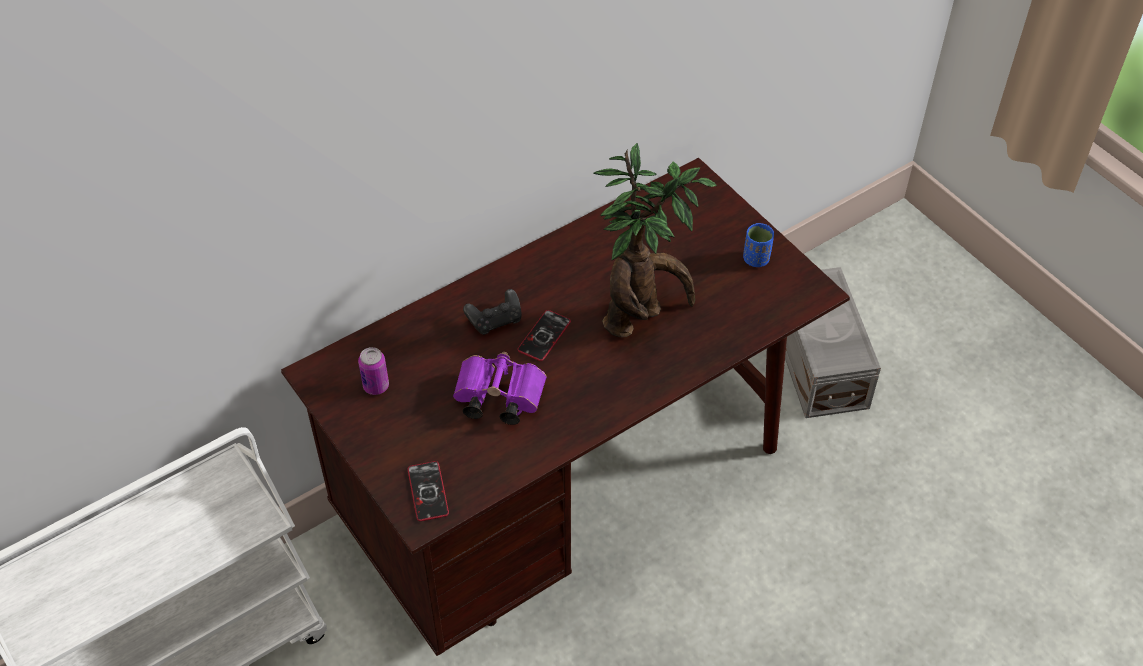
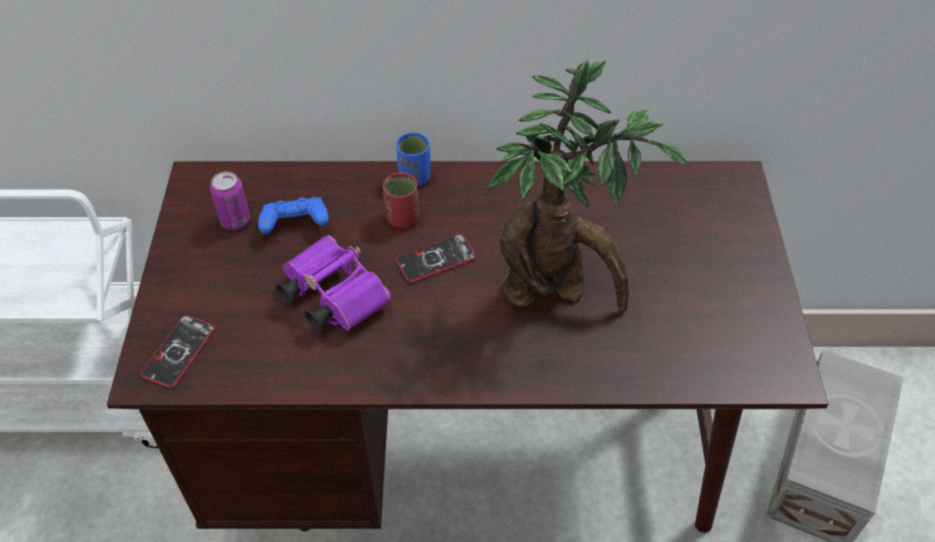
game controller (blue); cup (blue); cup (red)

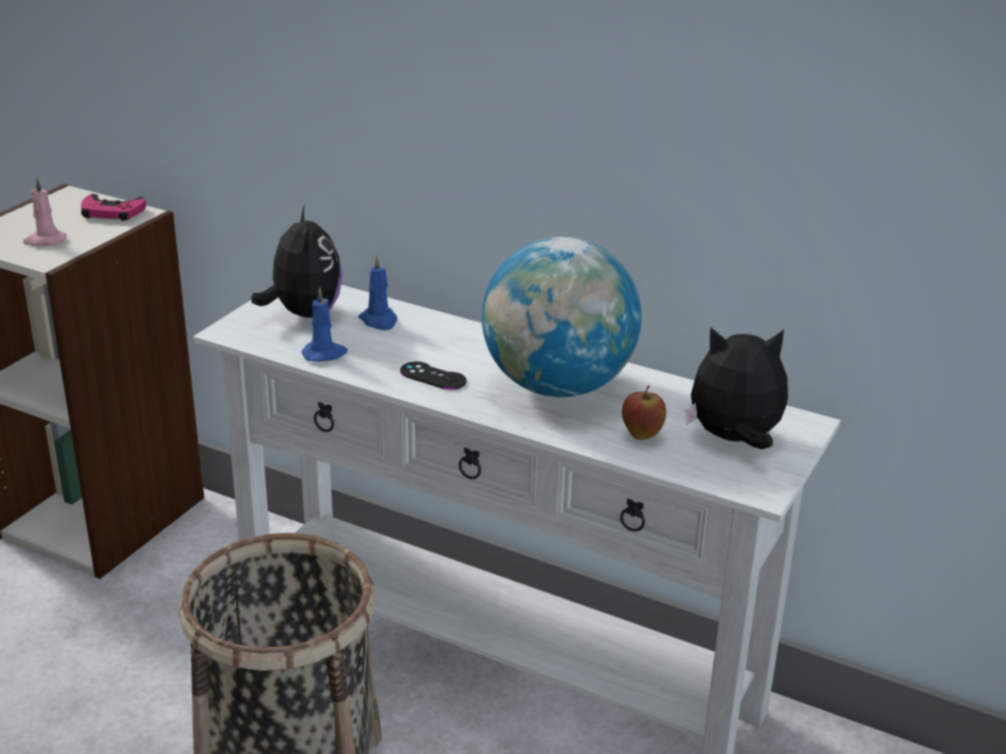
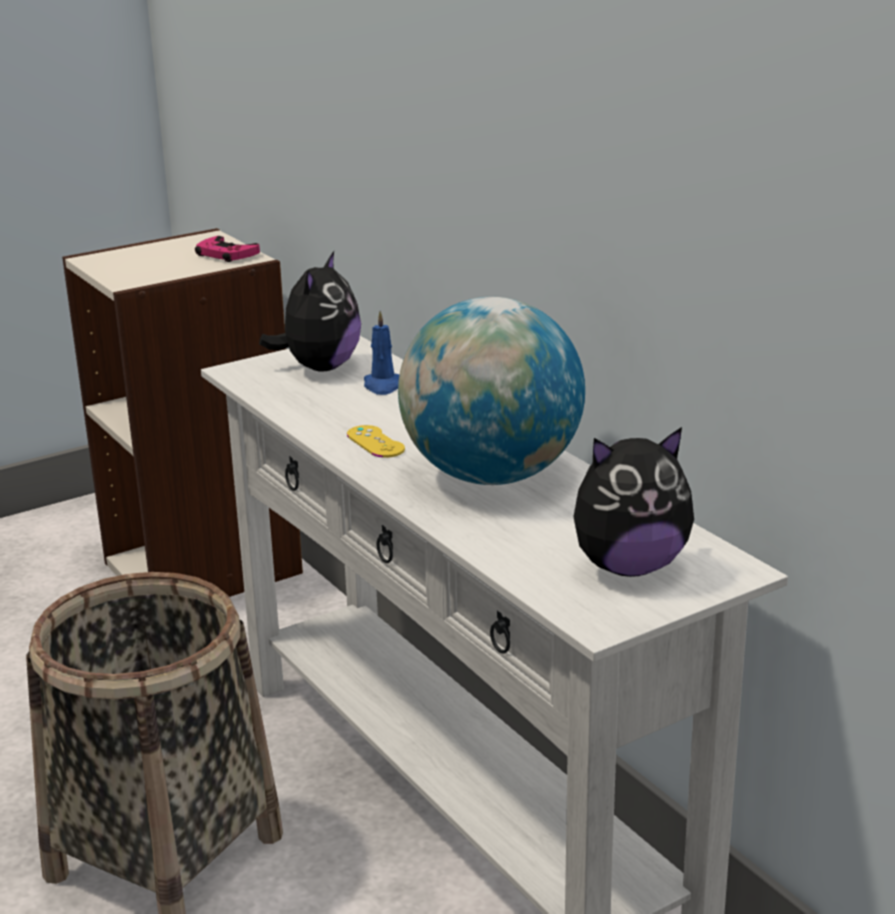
candle (pink); candle (blue) (no. 1 from left in the first image); apple; game controller (yellow); plush toy (no. 2 from left)

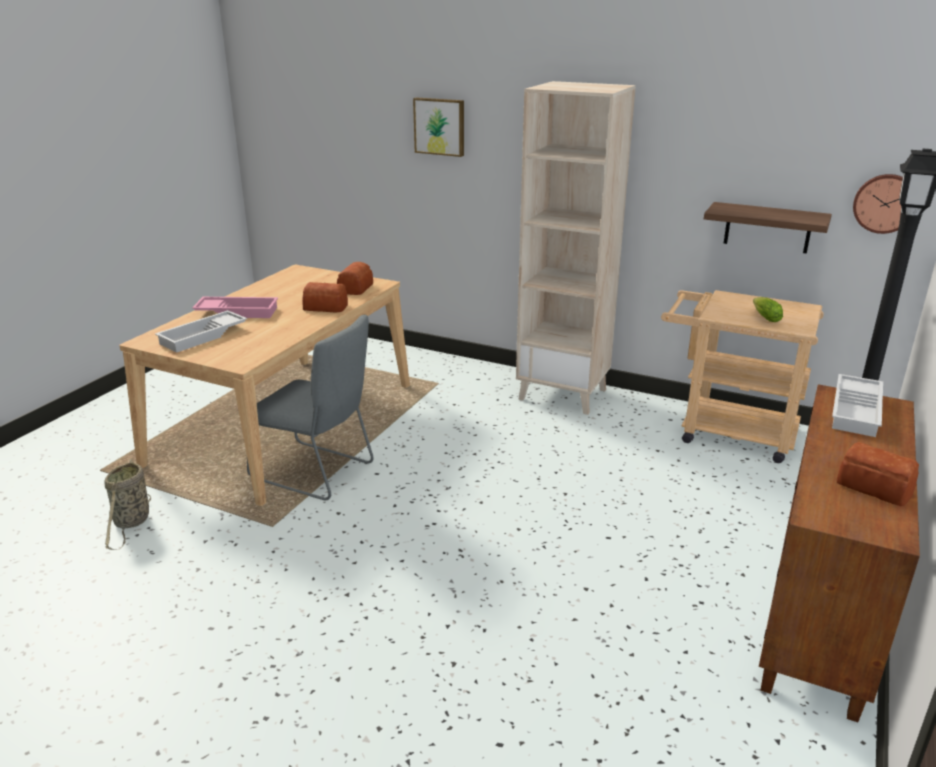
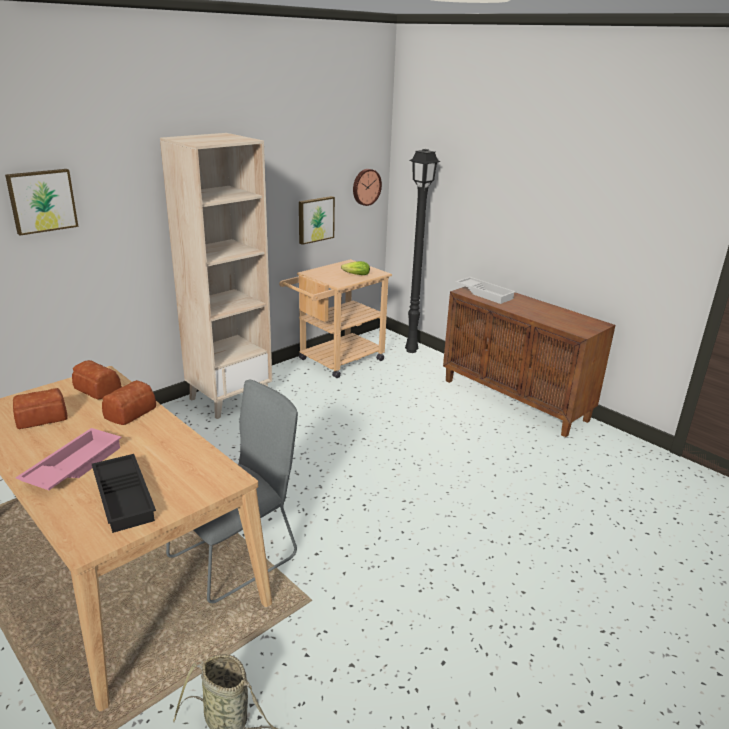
bread (no. 1 from left); picture (no. 2 from left); tray (black)

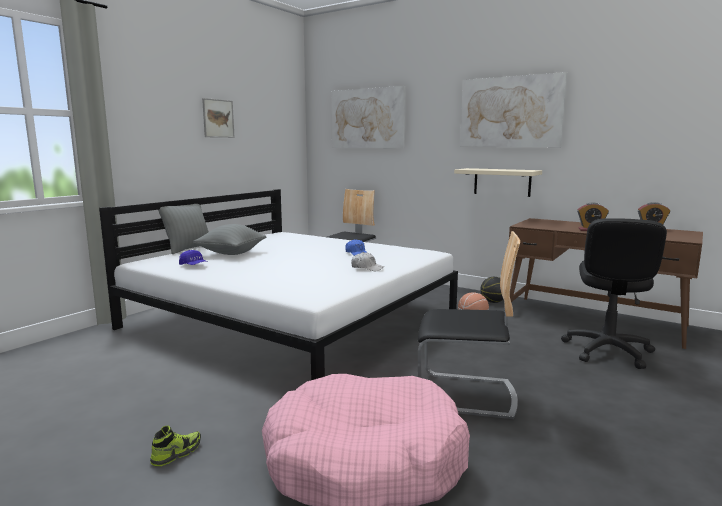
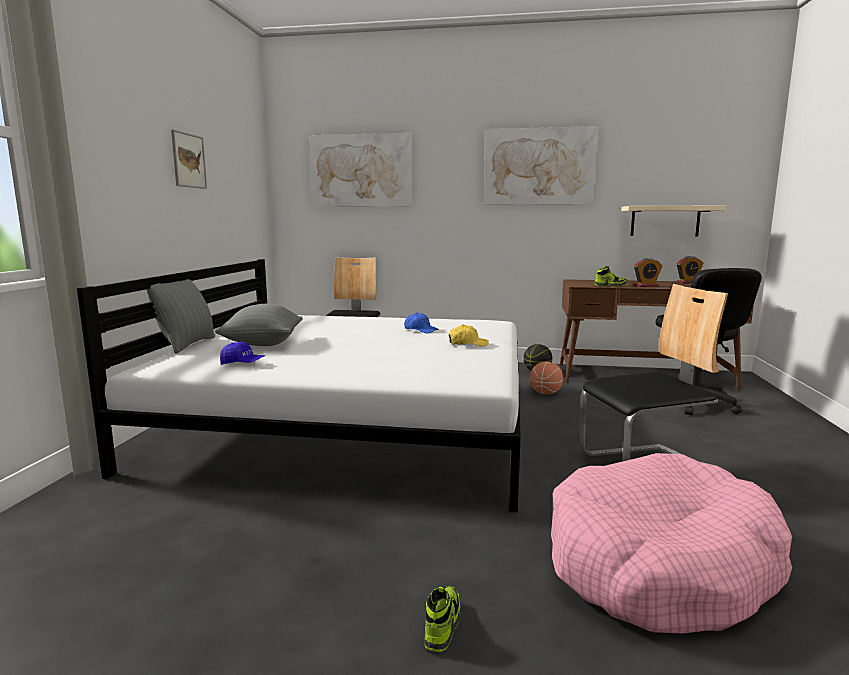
shoe (no. 2 from left); shelf (beige); cap (yellow)

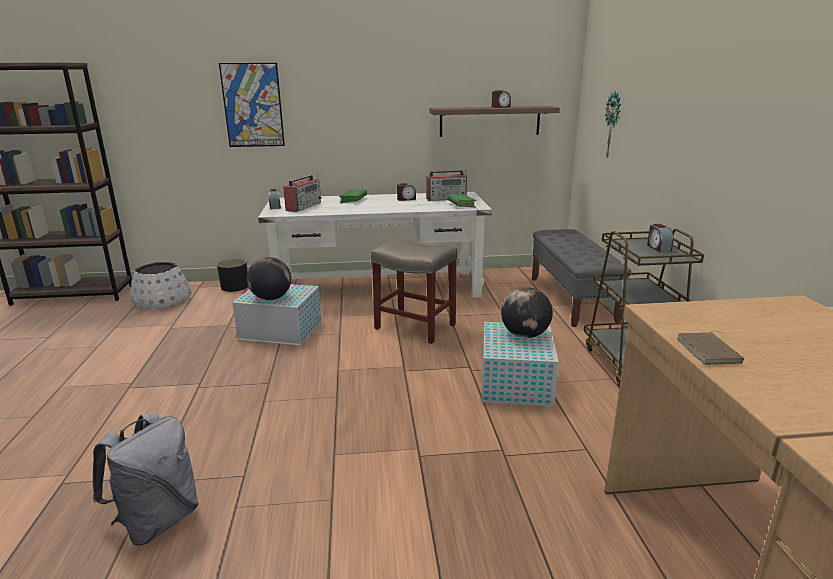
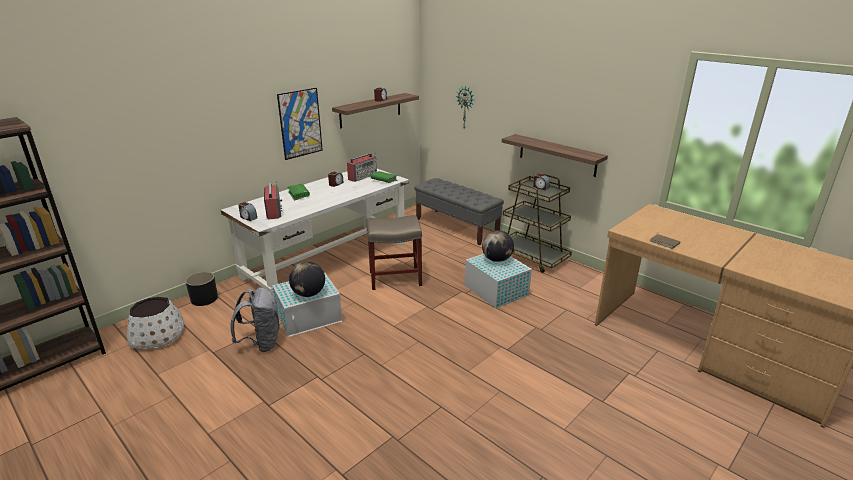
shelf (no. 2 from left); backpack (grey); picture

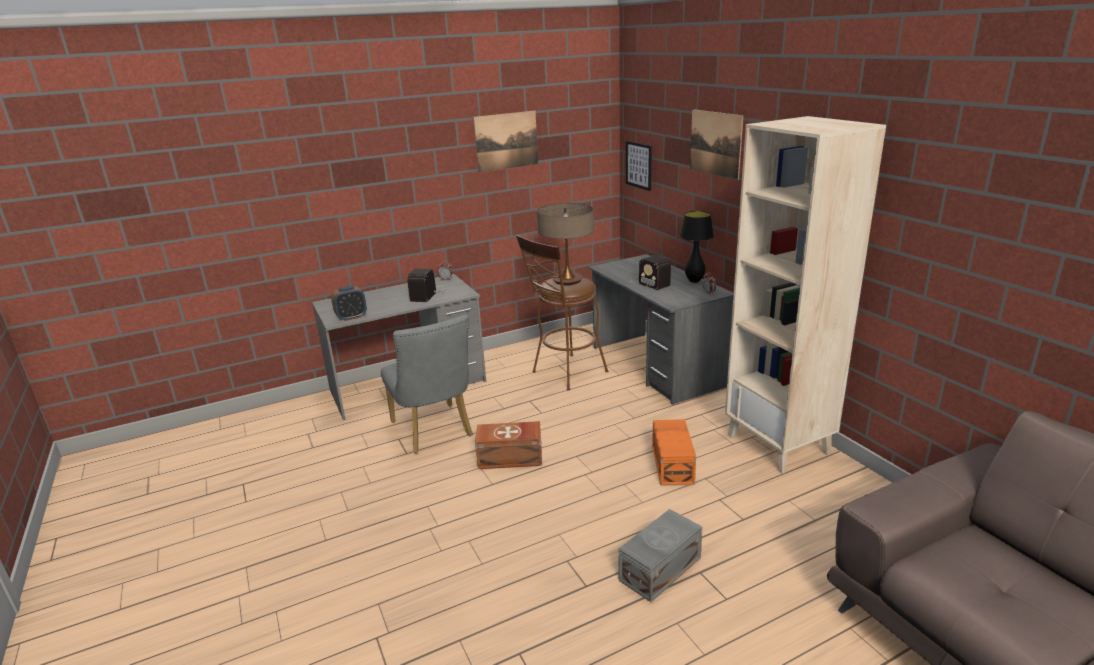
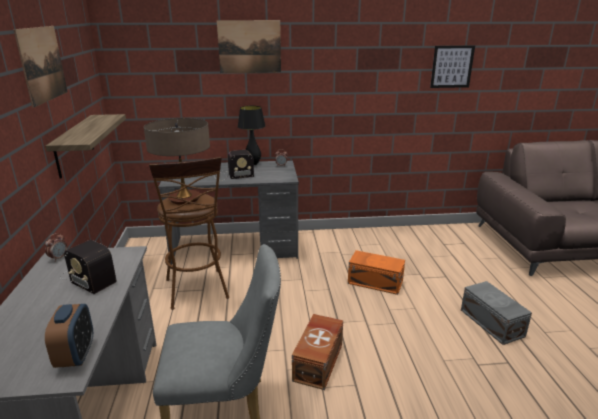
bookcase (beige); shelf; picture (no. 3 from left)

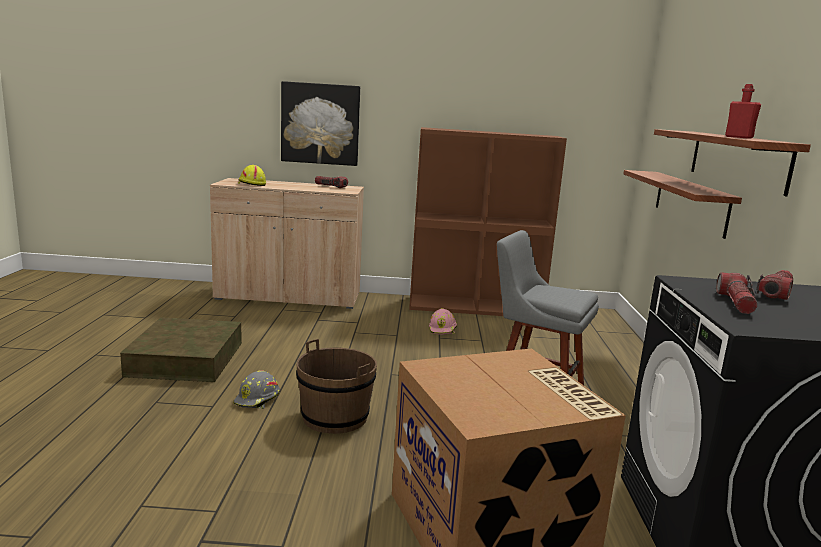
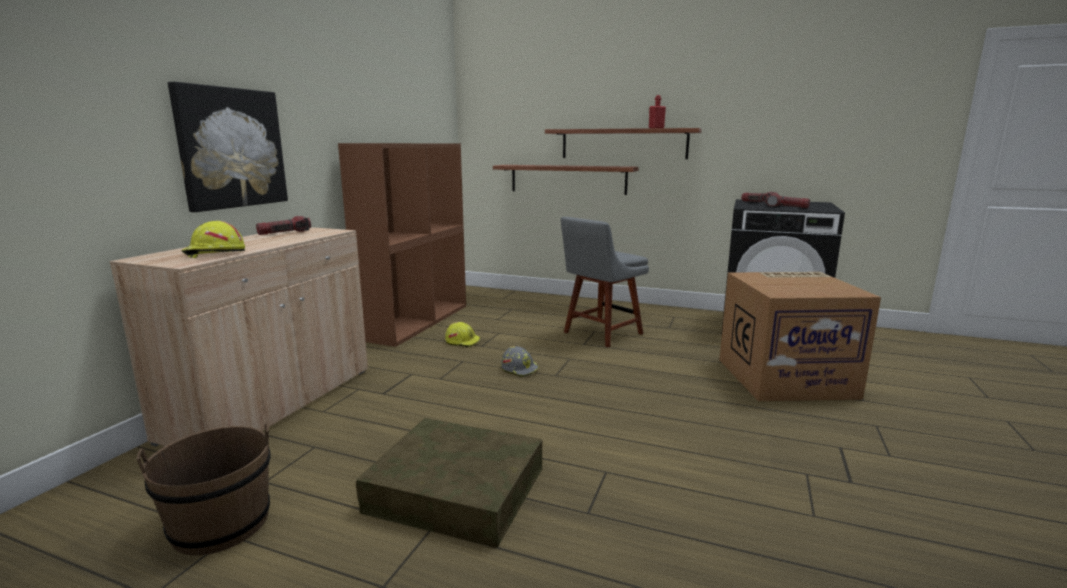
hard hat (grey); bucket (brown); hard hat (yellow) (no. 2 from left)

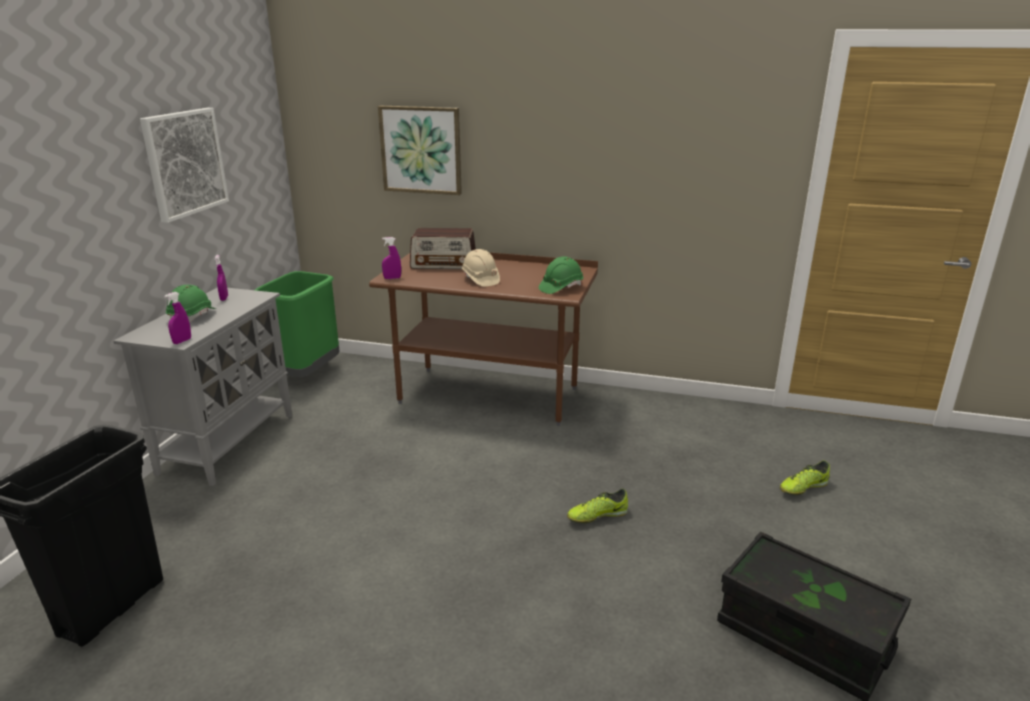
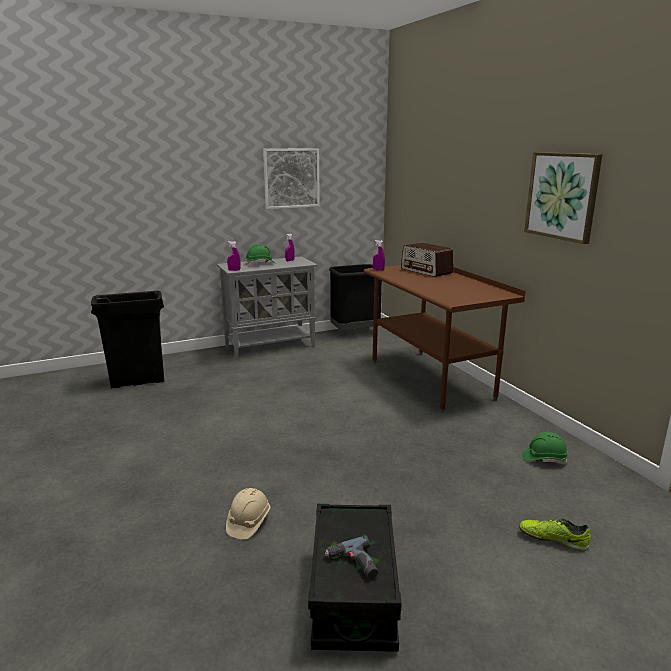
shoe (no. 1 from left in the first image); power drill; picture (no. 2 from left); hard hat (beige); hard hat (green) (no. 2 from left); trash can (black) (no. 2 from left)

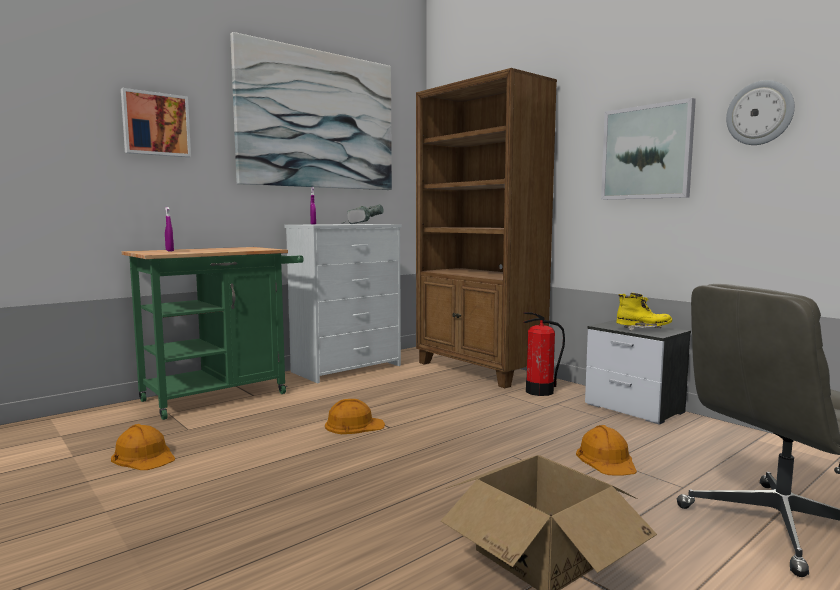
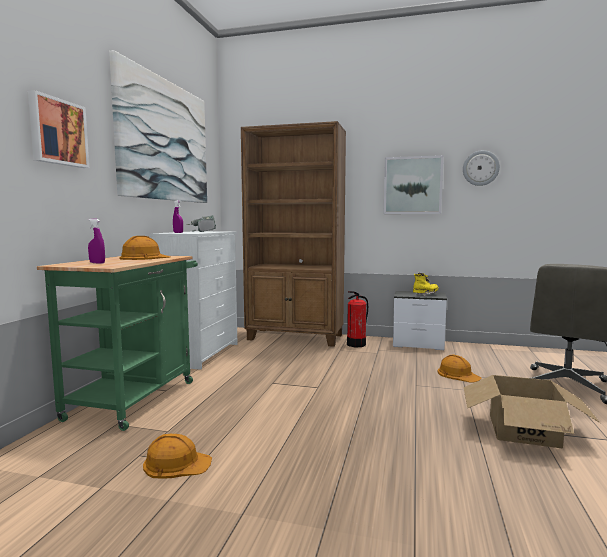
hard hat (orange) (no. 1 from left)

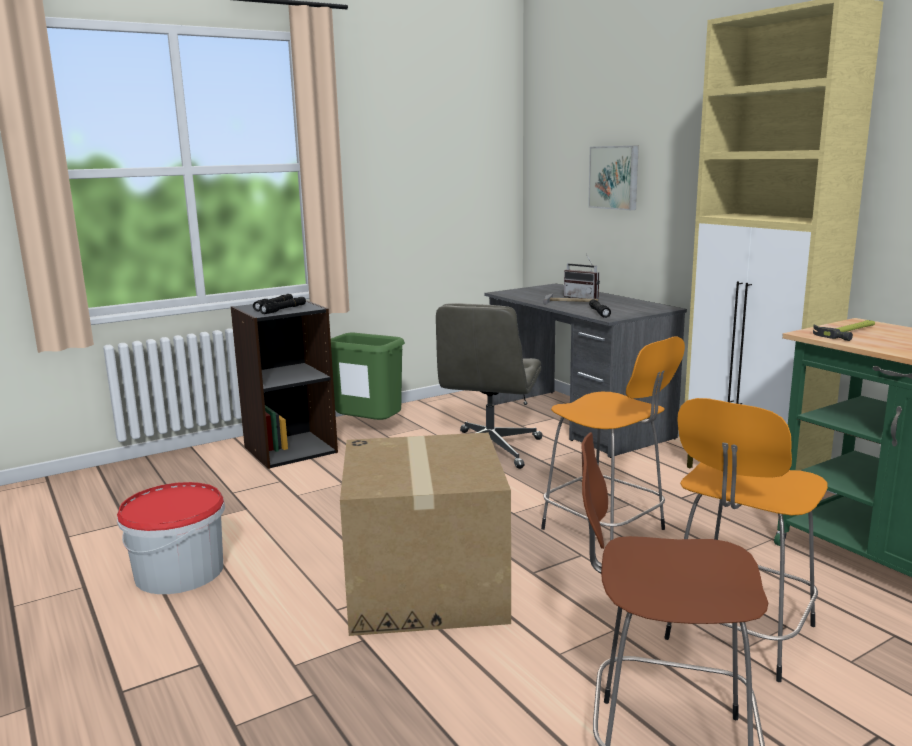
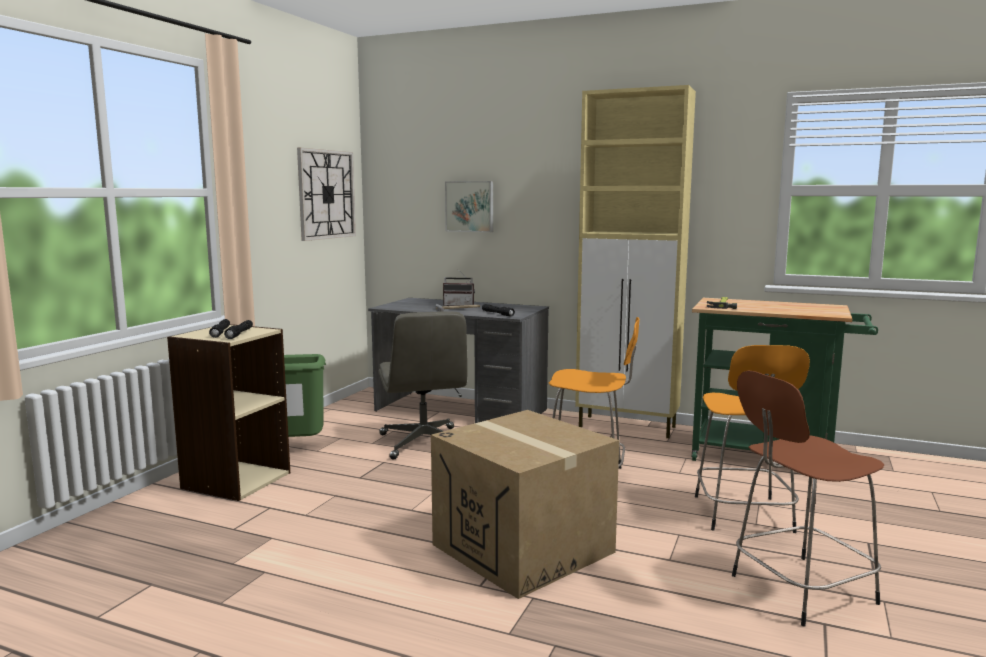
bucket; wall clock; bookcase (beige)

